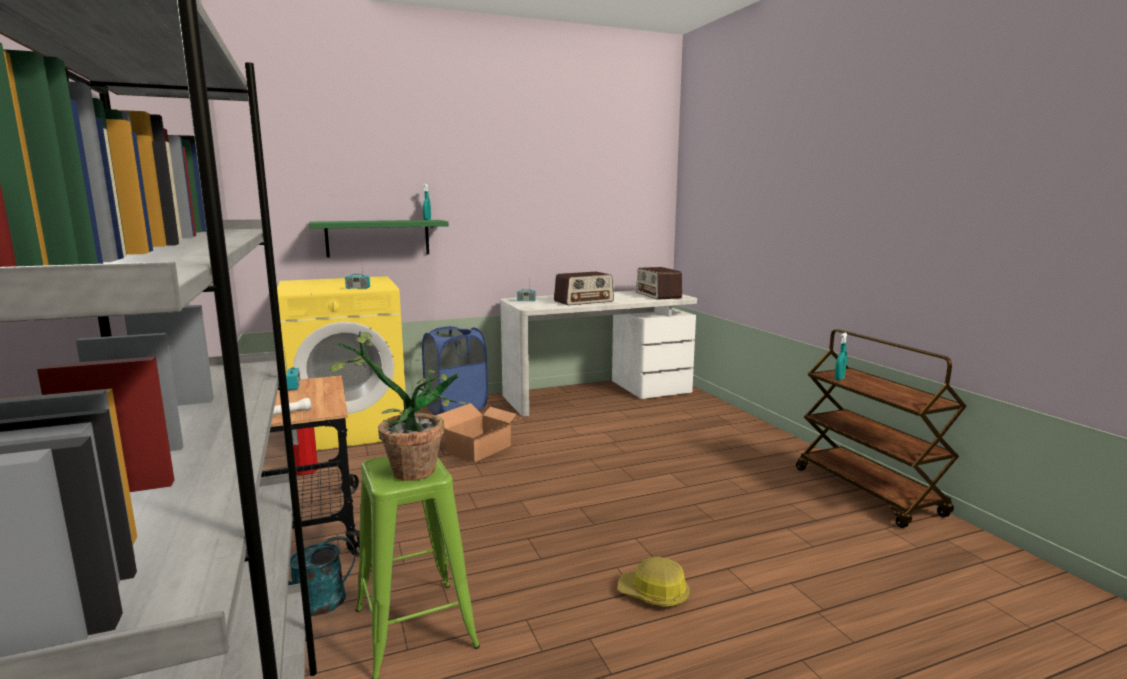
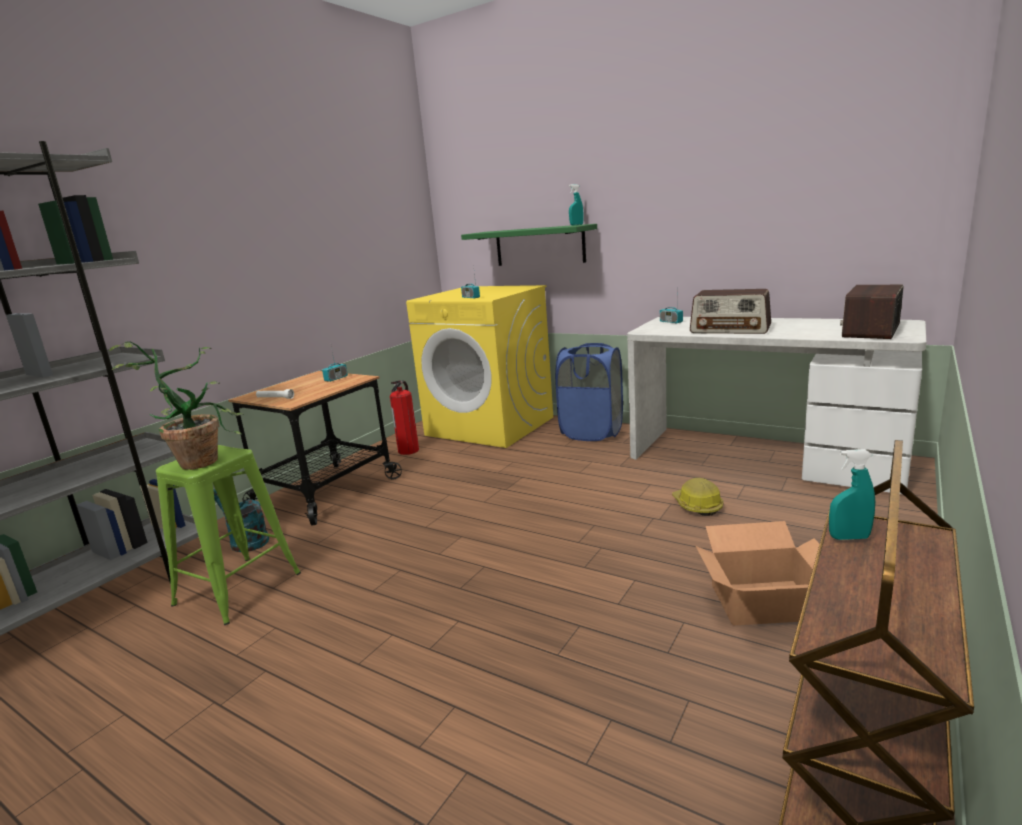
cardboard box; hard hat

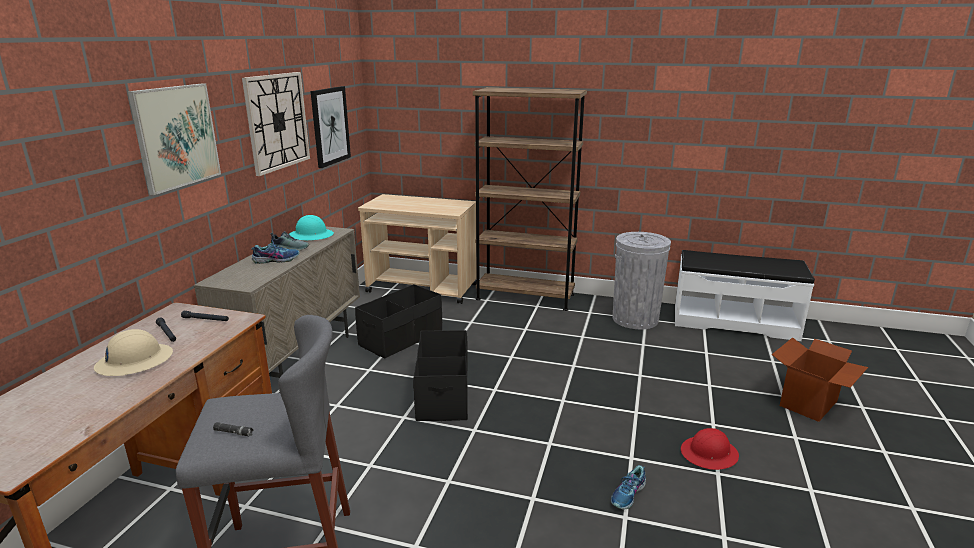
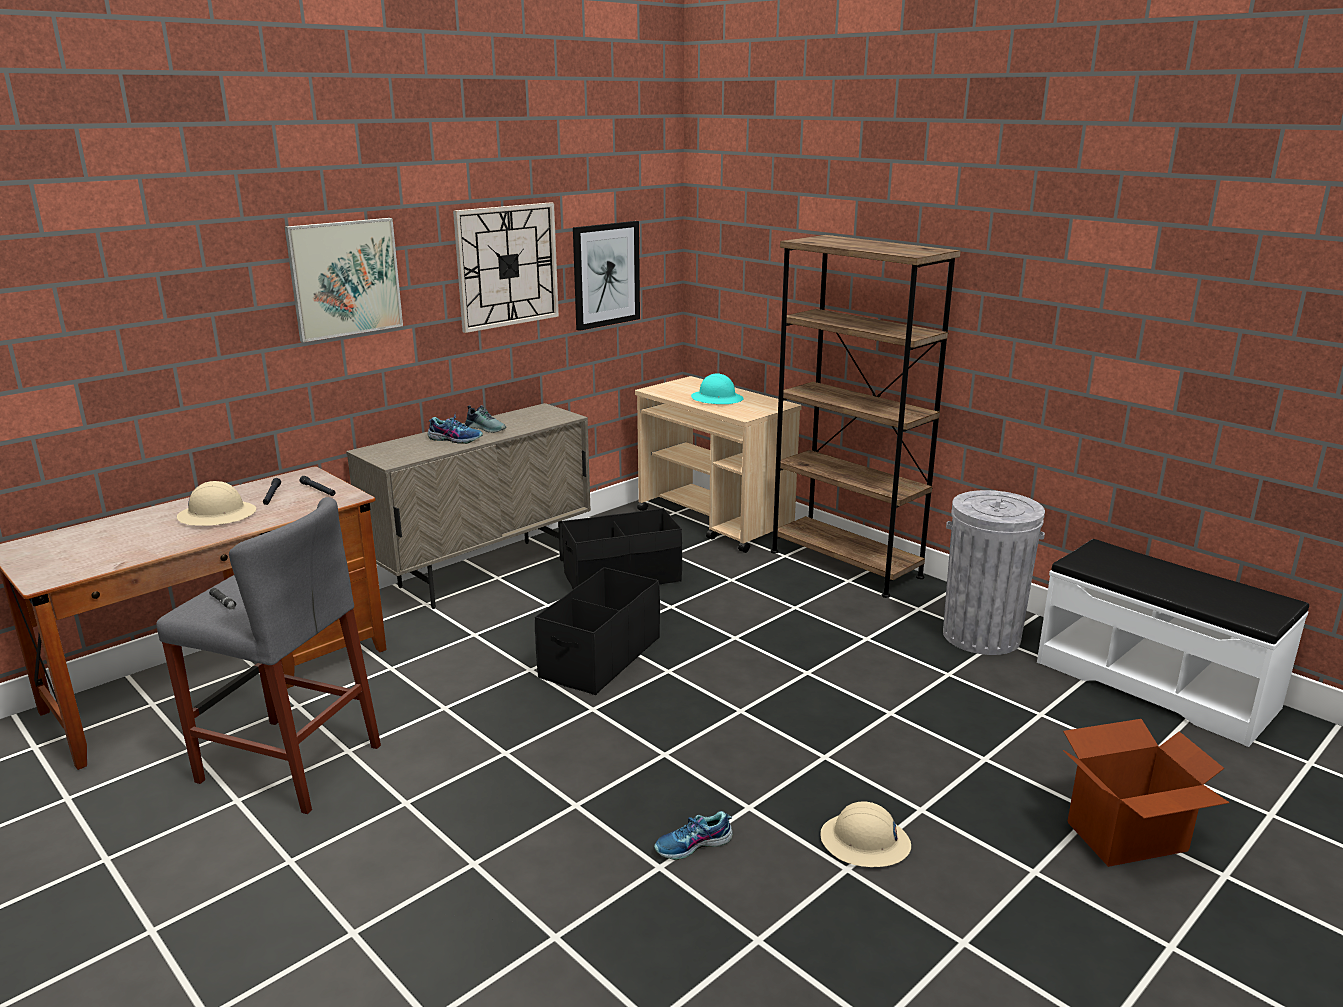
hard hat (turquoise); hard hat (beige) (no. 2 from left)

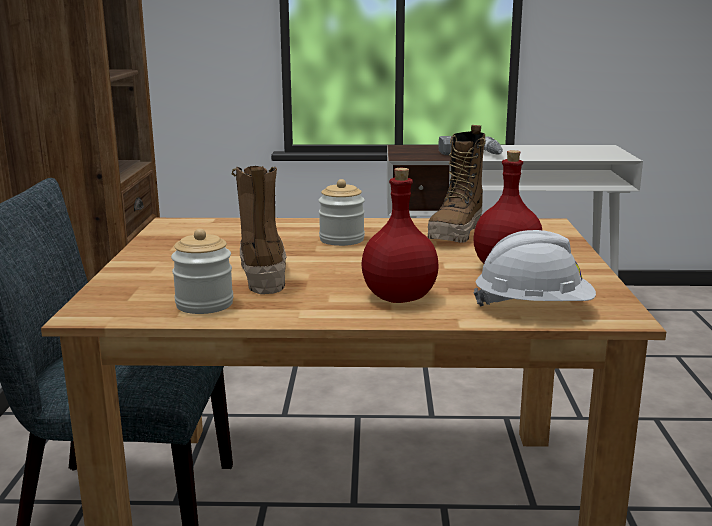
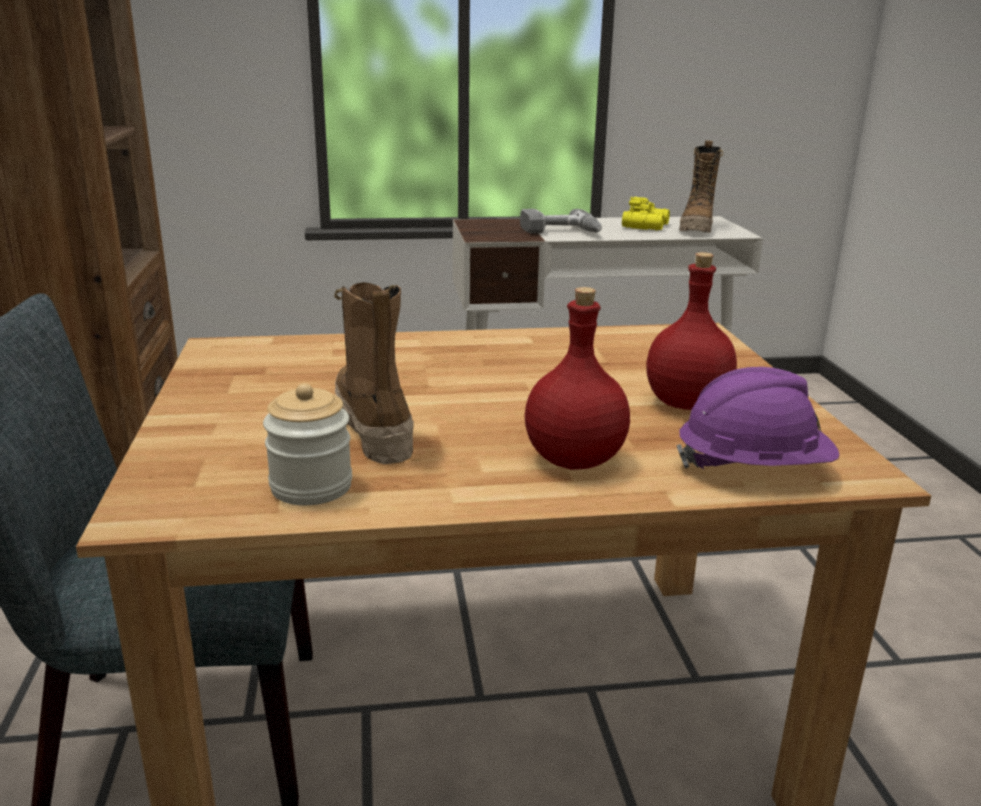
jar (no. 2 from left in the first image); binoculars (yellow); boot (no. 2 from left); hard hat (purple)

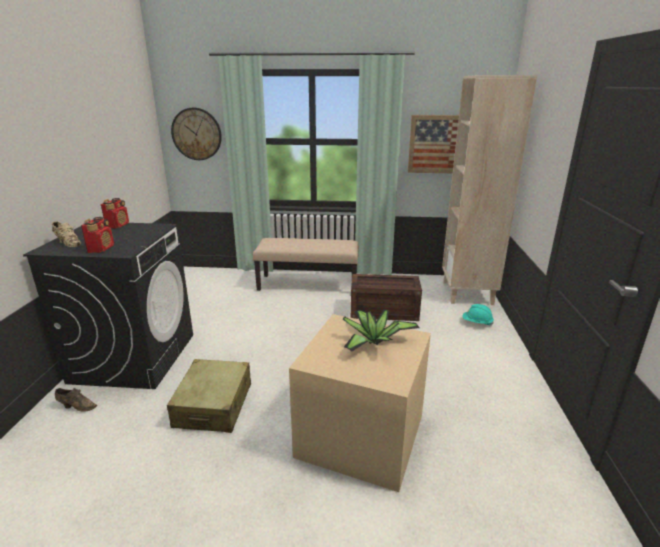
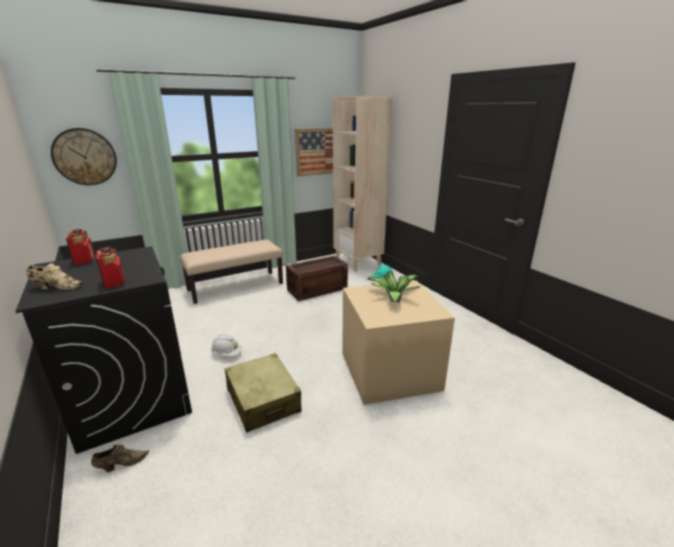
hard hat (white)

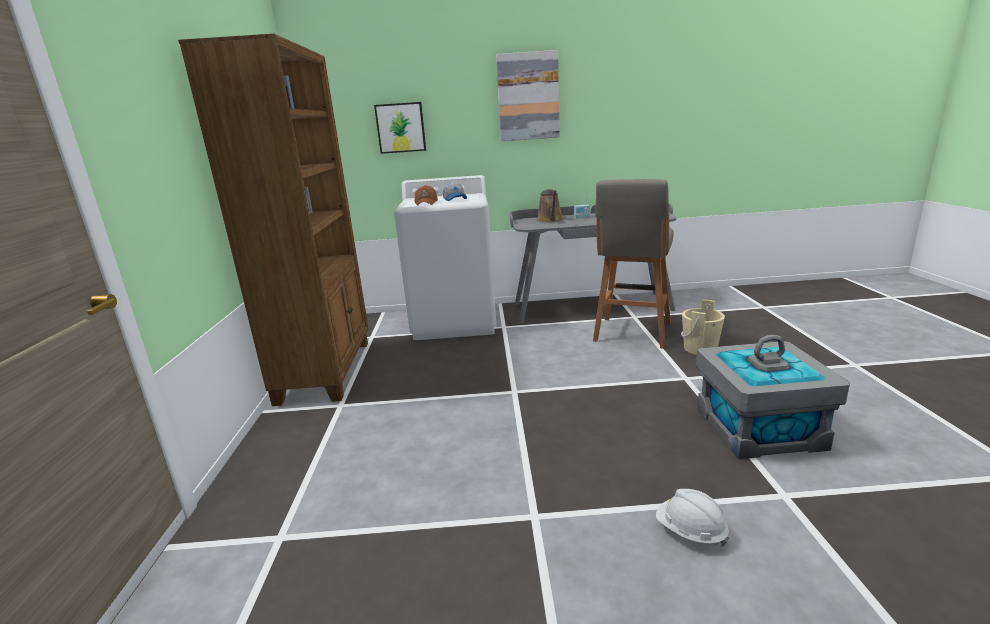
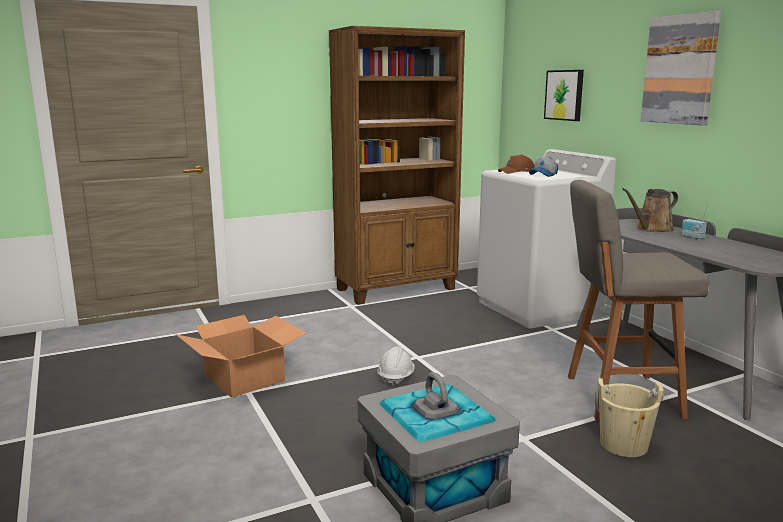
cardboard box; hard hat (white)

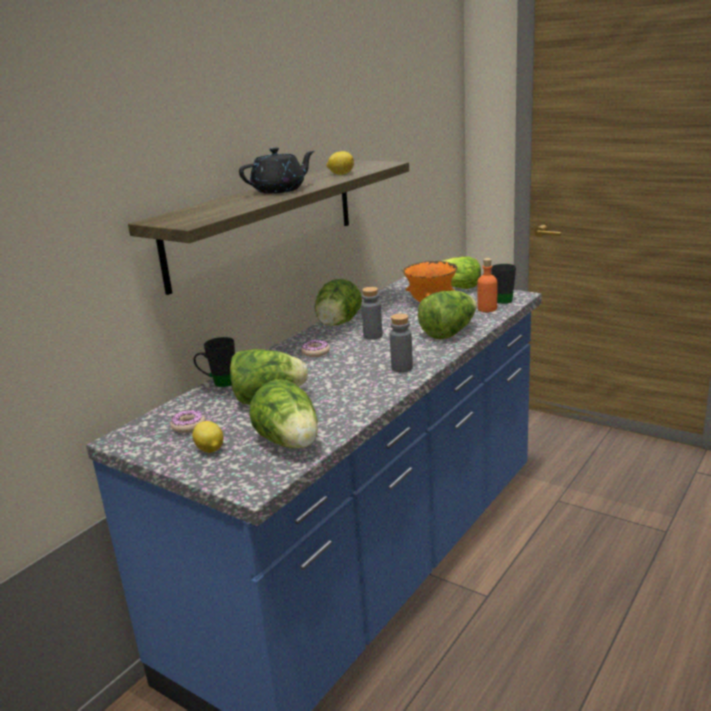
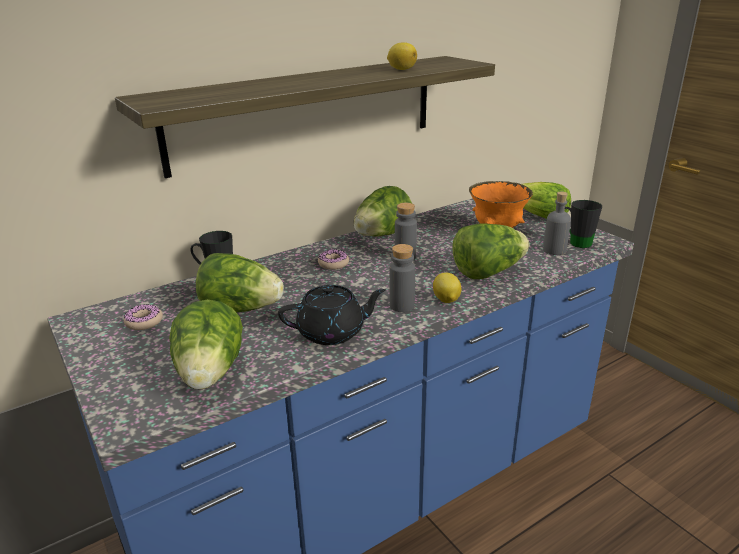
lemon (no. 2 from left); teapot (black); bottle (grey) (no. 3 from left)

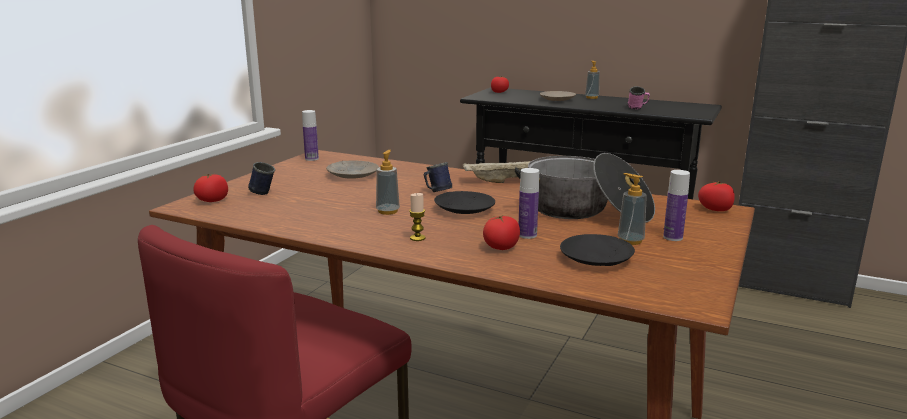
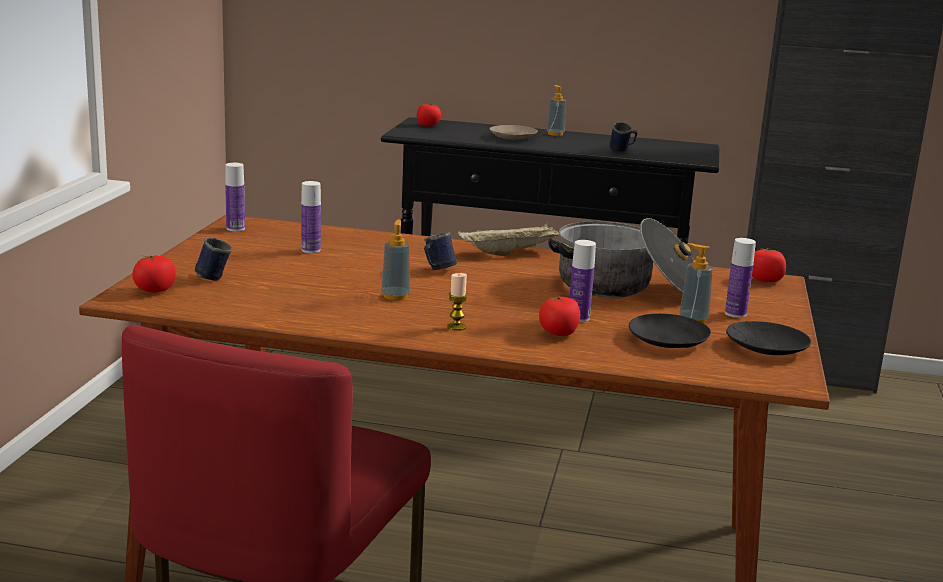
plate (black) (no. 2 from left); bottle (no. 2 from left); mug (blue) (no. 3 from left)

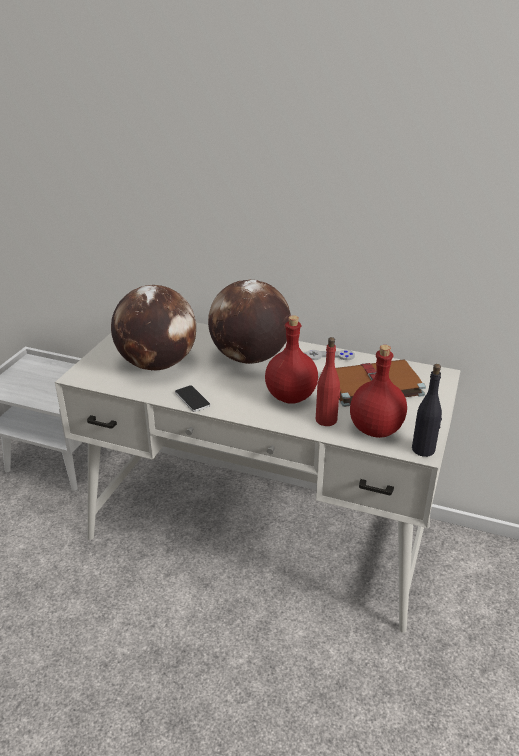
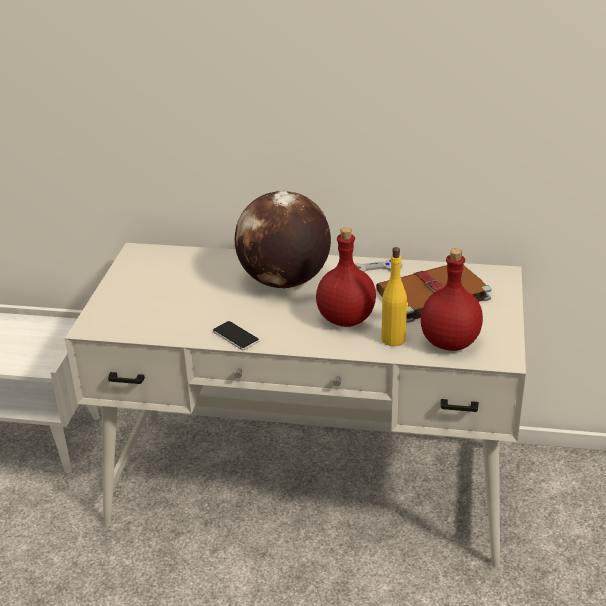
globe (no. 1 from left in the first image); bottle (black); bottle (yellow)

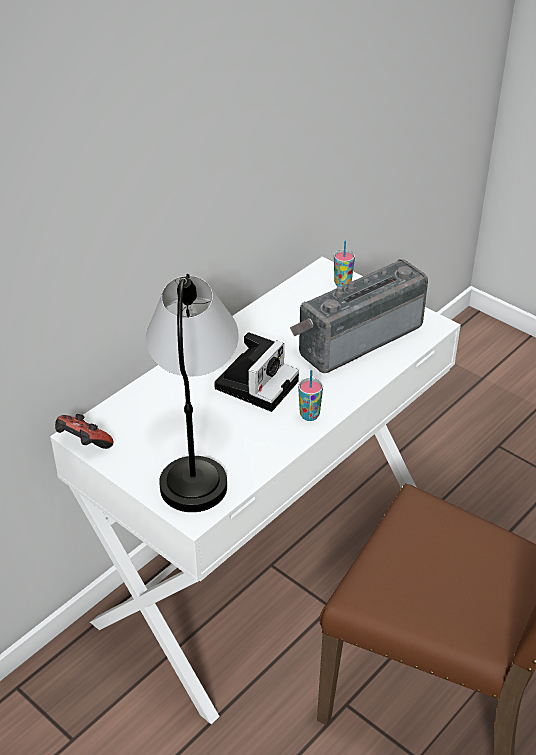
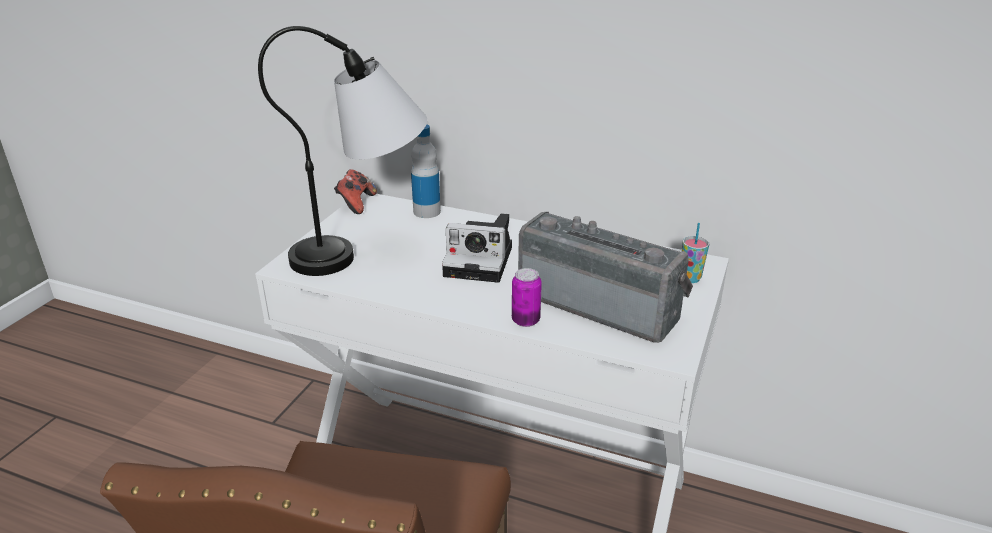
cup (no. 1 from left in the first image); bottle; can

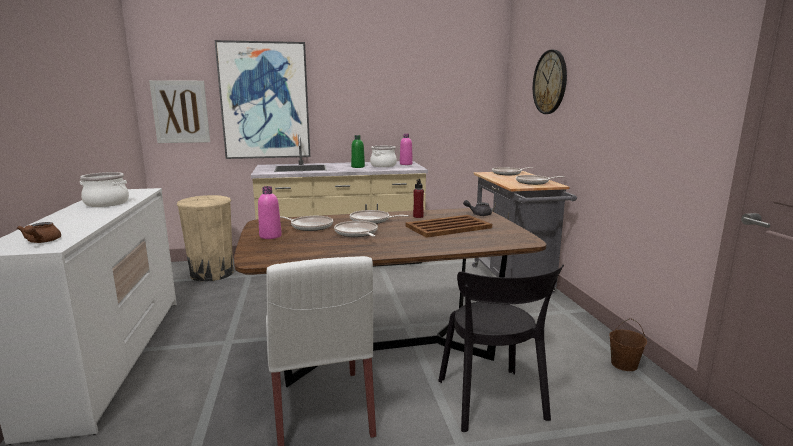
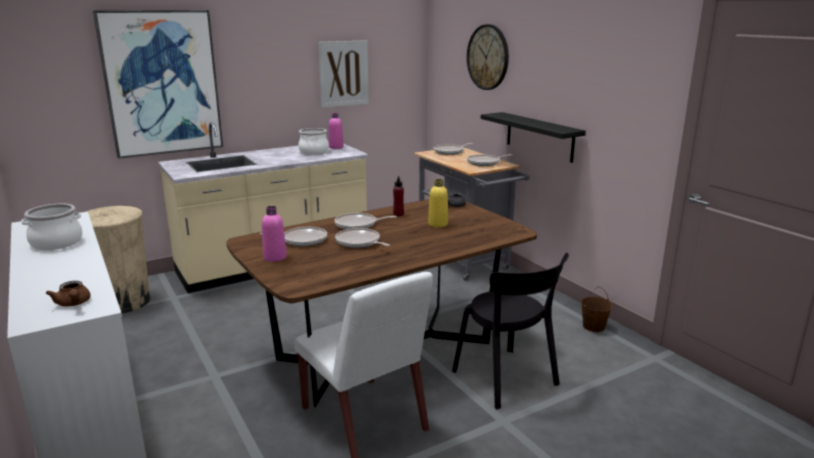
bottle (green); shelf (black); picture (no. 2 from left); bottle (yellow)

